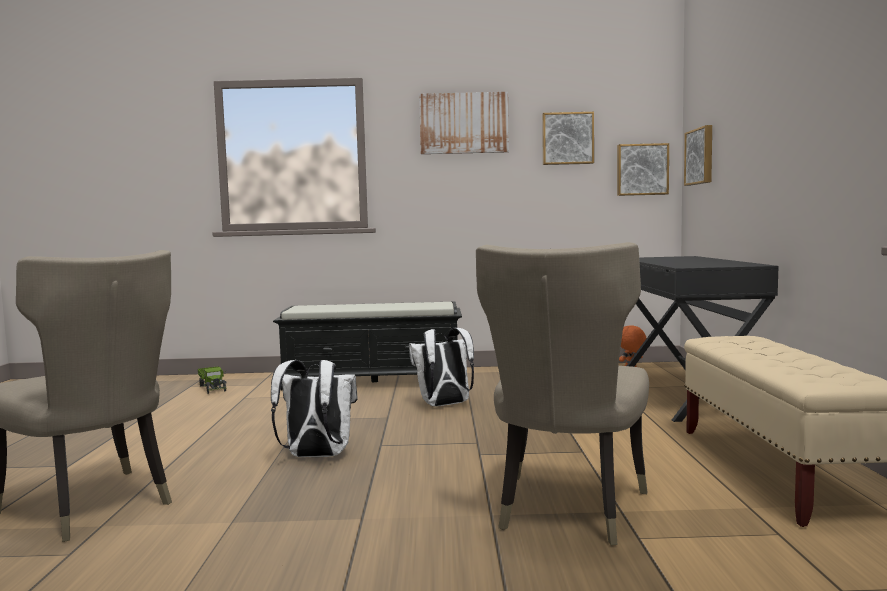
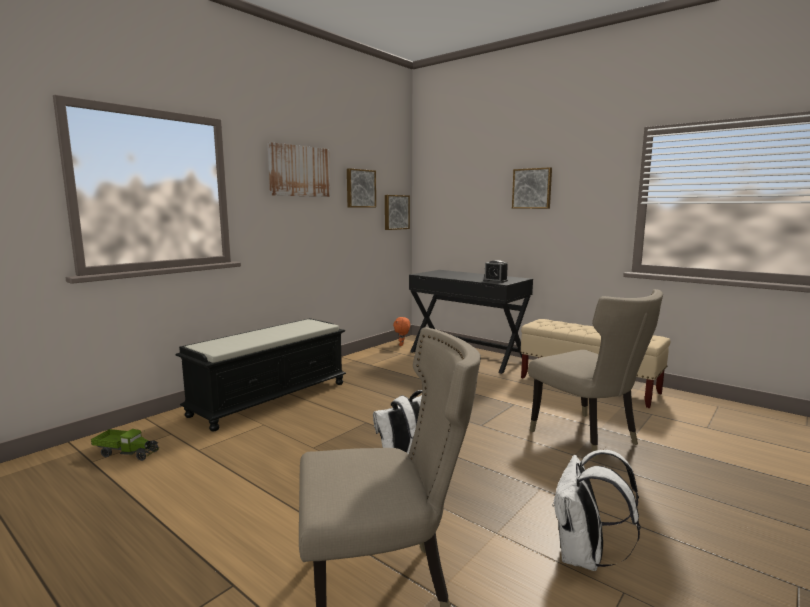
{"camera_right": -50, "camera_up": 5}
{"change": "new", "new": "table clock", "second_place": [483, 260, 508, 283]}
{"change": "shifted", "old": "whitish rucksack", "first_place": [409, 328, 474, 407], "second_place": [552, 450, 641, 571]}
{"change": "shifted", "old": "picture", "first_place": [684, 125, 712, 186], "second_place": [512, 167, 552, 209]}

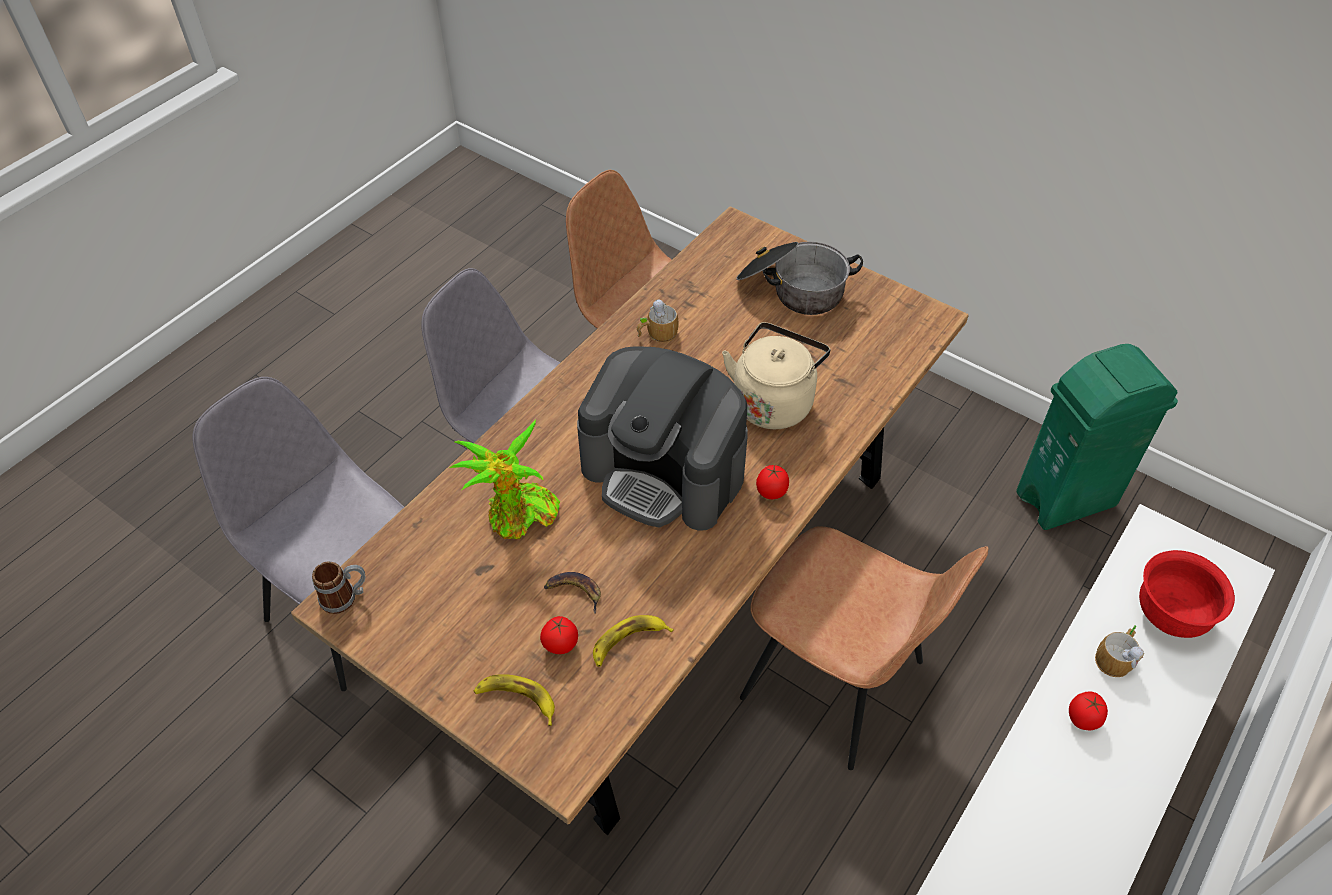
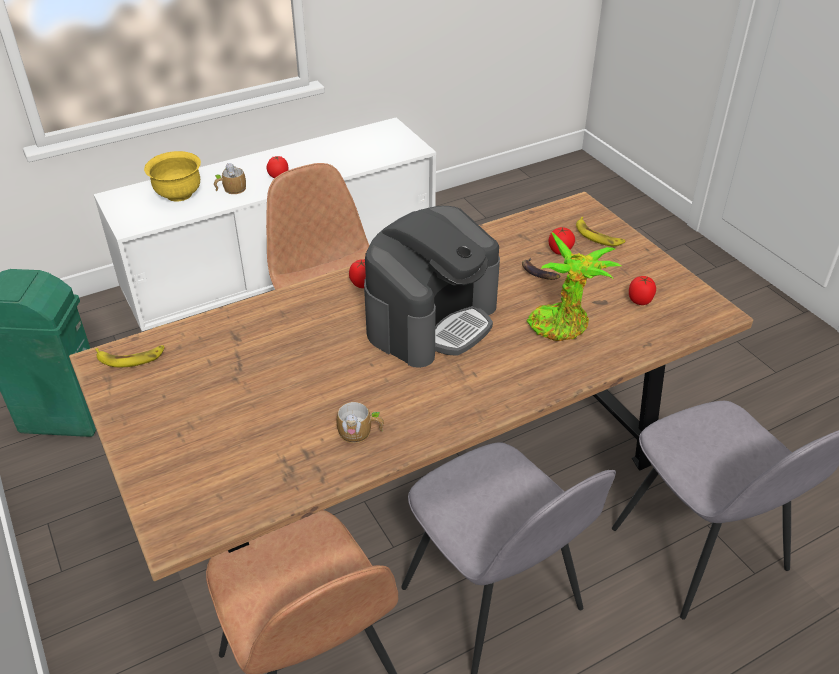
{"camera_right": -155, "camera_up": -10}
{"change": "gone", "old": "coffee mug", "first_place": [312, 561, 365, 614]}
{"change": "gone", "old": "sand-coloured kettle", "first_place": [722, 322, 830, 429]}
{"change": "gone", "old": "cooking pot", "first_place": [736, 242, 863, 315]}
{"change": "new", "new": "whole tomato", "second_place": [629, 276, 656, 305]}
{"change": "shifted", "old": "banana fruit", "first_place": [593, 615, 674, 667], "second_place": [95, 345, 164, 367]}
{"change": "repainted", "old": "red-coloured deep dish", "new": "yellowish deep dish", "first_place": [1139, 550, 1235, 638], "second_place": [144, 151, 201, 202]}
{"change": "rotated", "old": "coffee machine", "first_place": [577, 346, 748, 531], "second_place": [364, 206, 500, 368], "degrees": 75}

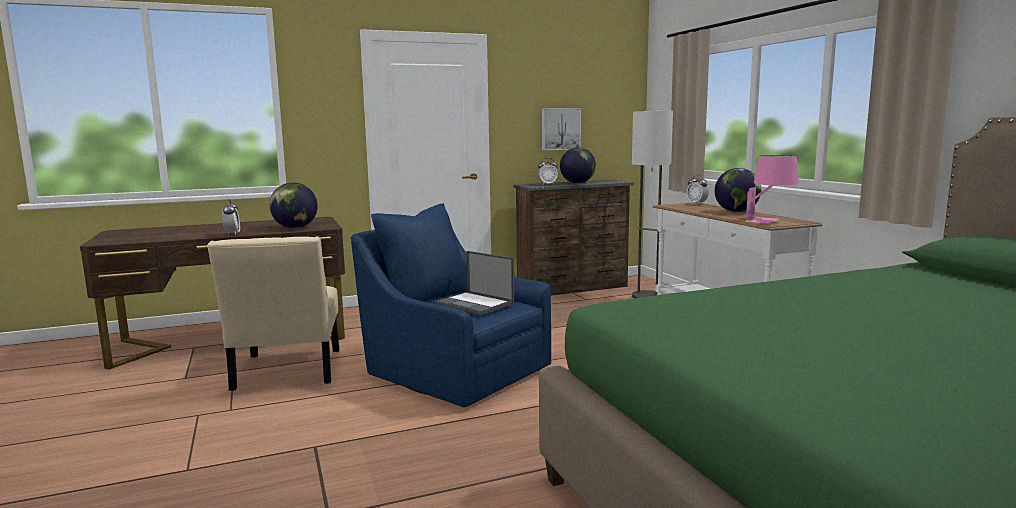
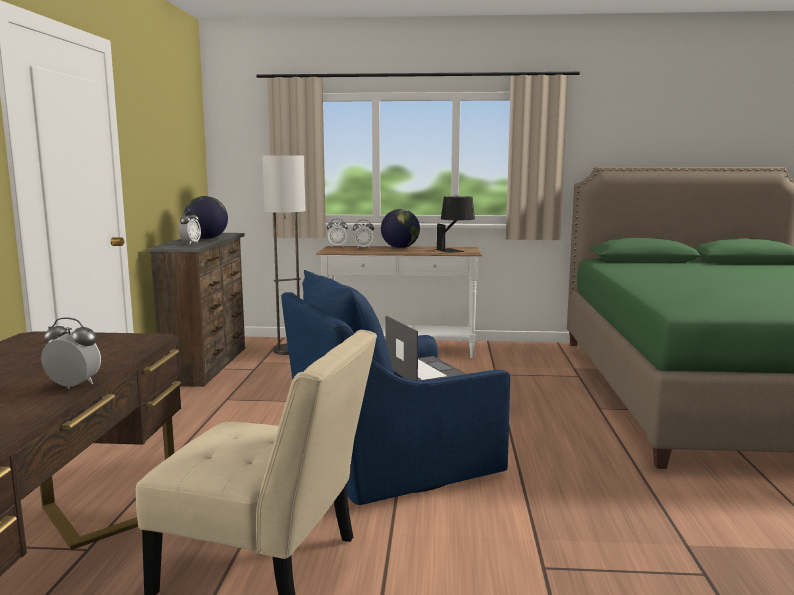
{"camera_right": -65, "camera_up": 0}
{"change": "gone", "old": "world globe", "first_place": [269, 182, 318, 228]}
{"change": "gone", "old": "picture", "first_place": [542, 108, 581, 150]}
{"change": "new", "new": "table clock", "second_place": [353, 220, 374, 248]}
{"change": "repainted", "old": "pink lamp for a table", "new": "black lamp for a table", "first_place": [745, 155, 799, 223], "second_place": [434, 196, 475, 253]}
{"change": "rotated", "old": "laptop", "first_place": [435, 251, 514, 315], "second_place": [385, 316, 466, 380], "degrees": -90}

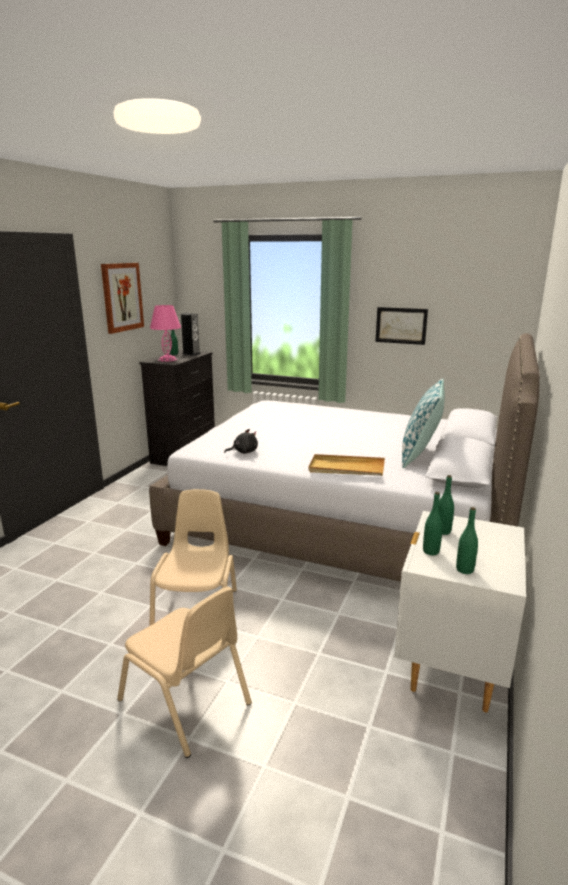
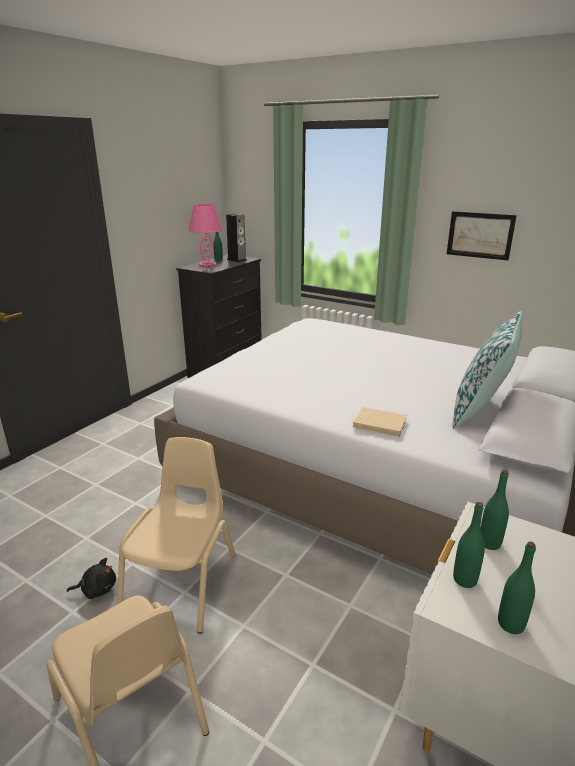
{"camera_right": 10, "camera_up": 5}
{"change": "gone", "old": "picture", "first_place": [101, 263, 144, 334]}
{"change": "shifted", "old": "black soft toy", "first_place": [224, 429, 258, 454], "second_place": [67, 558, 116, 599]}
{"change": "swapped", "old": "sand-coloured serving tray", "new": "sand-coloured volume", "first_place": [309, 454, 385, 476], "second_place": [353, 407, 407, 436]}

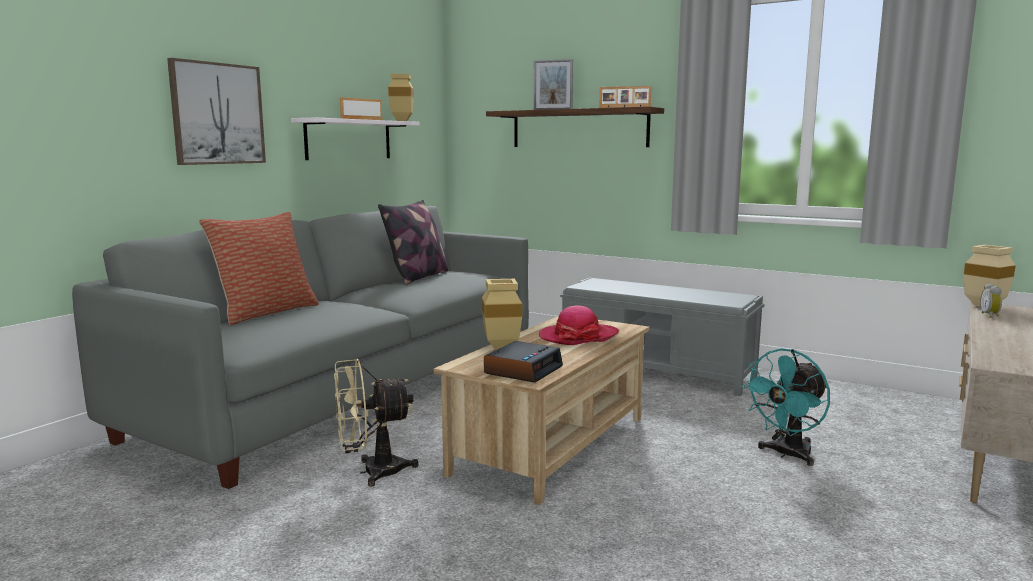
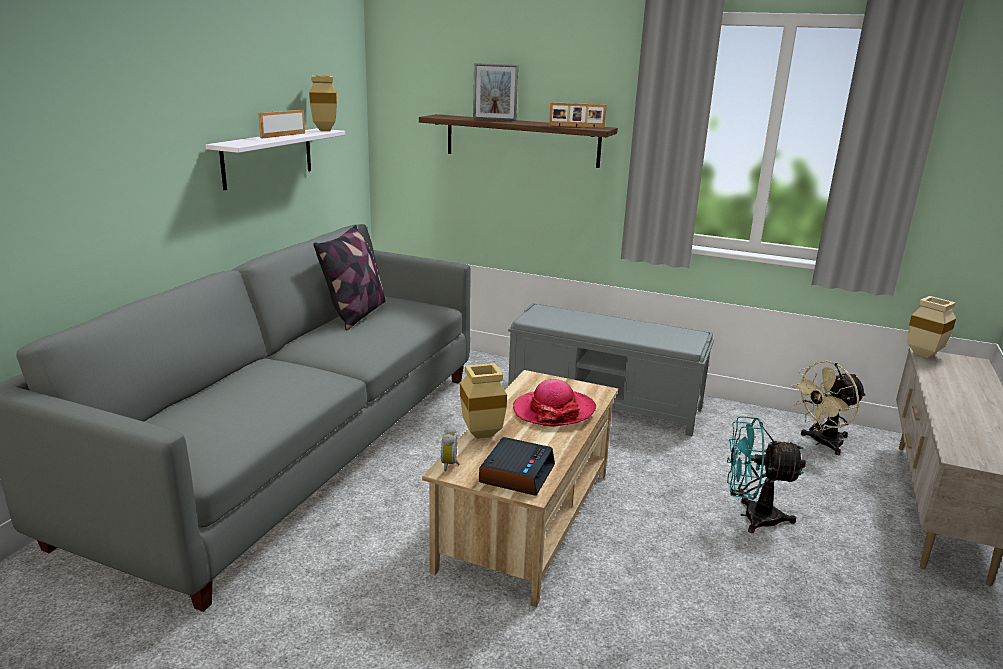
{"camera_right": -10, "camera_up": 10}
{"change": "gone", "old": "picture", "first_place": [167, 58, 266, 165]}
{"change": "gone", "old": "throw pillow", "first_place": [199, 212, 319, 325]}
{"change": "shifted", "old": "sand-coloured fan", "first_place": [334, 359, 419, 487], "second_place": [791, 361, 866, 455]}
{"change": "shifted", "old": "table clock", "first_place": [980, 283, 1002, 318], "second_place": [441, 426, 460, 471]}
{"change": "rotated", "old": "turquoise-coloured fan", "first_place": [741, 348, 830, 466], "second_place": [727, 416, 806, 533], "degrees": 60}

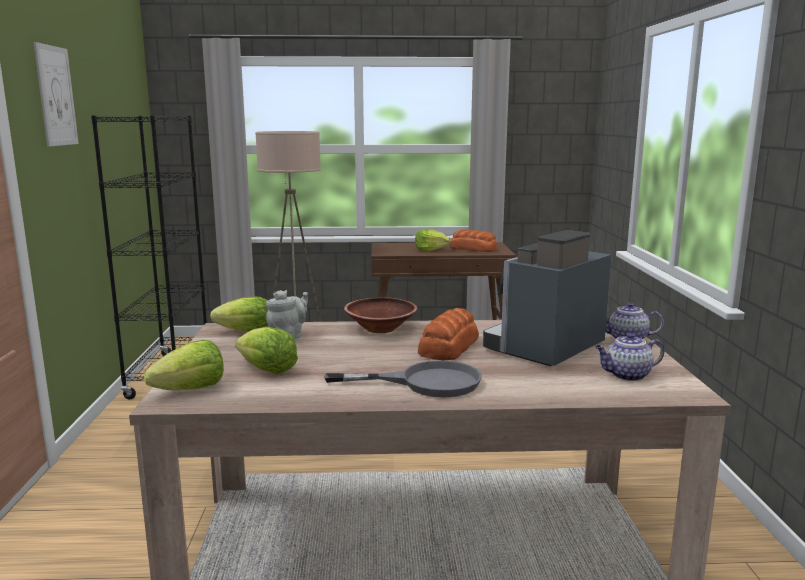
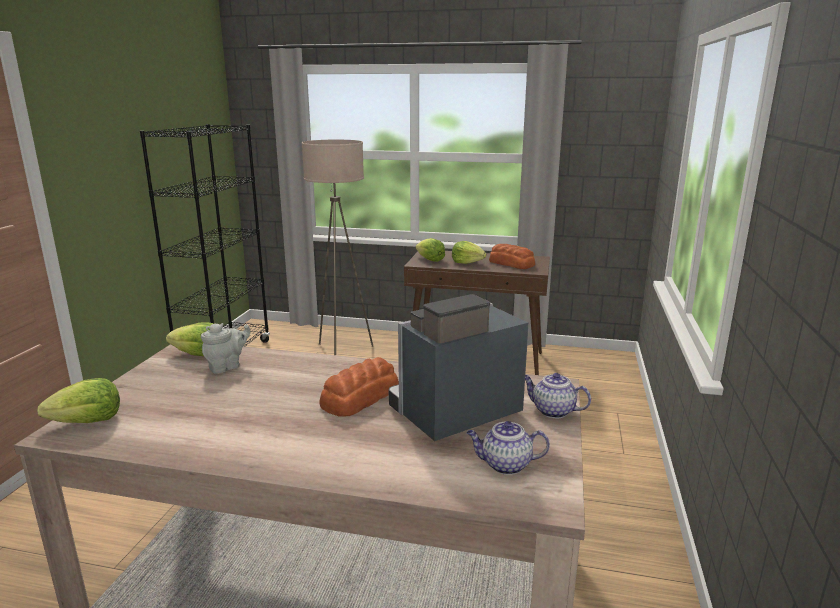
{"camera_right": 15, "camera_up": 5}
{"change": "gone", "old": "picture", "first_place": [33, 42, 79, 146]}
{"change": "gone", "old": "gray pan", "first_place": [324, 360, 482, 397]}
{"change": "gone", "old": "brown-coloured deep dish", "first_place": [344, 297, 417, 333]}
{"change": "shifted", "old": "lettuce", "first_place": [235, 327, 298, 374], "second_place": [416, 238, 445, 262]}

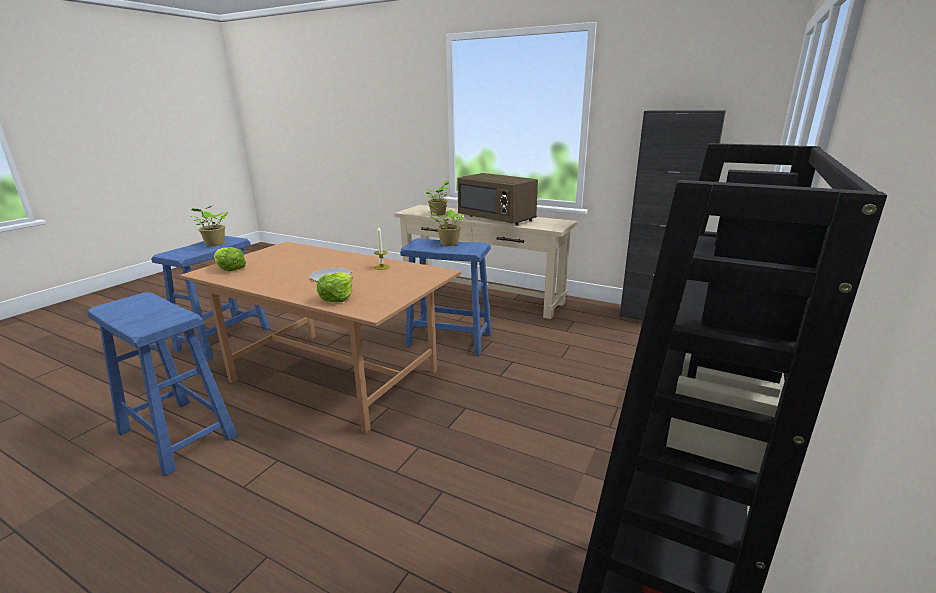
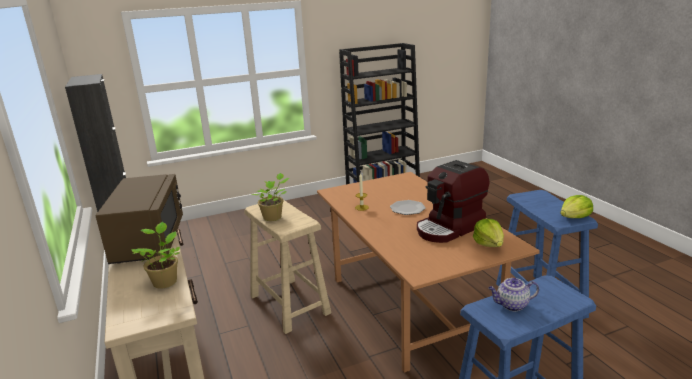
{"camera_right": -140, "camera_up": 0}
{"change": "new", "new": "coffee machine", "second_place": [417, 160, 489, 243]}
{"change": "shifted", "old": "lettuce", "first_place": [317, 272, 353, 302], "second_place": [560, 195, 593, 218]}
{"change": "swapped", "old": "potted plant", "new": "tea pot", "first_place": [191, 206, 229, 246], "second_place": [488, 278, 539, 311]}
{"change": "repainted", "old": "bluish stool seat", "new": "sand-coloured stool seat", "first_place": [400, 238, 492, 356], "second_place": [244, 200, 331, 334]}

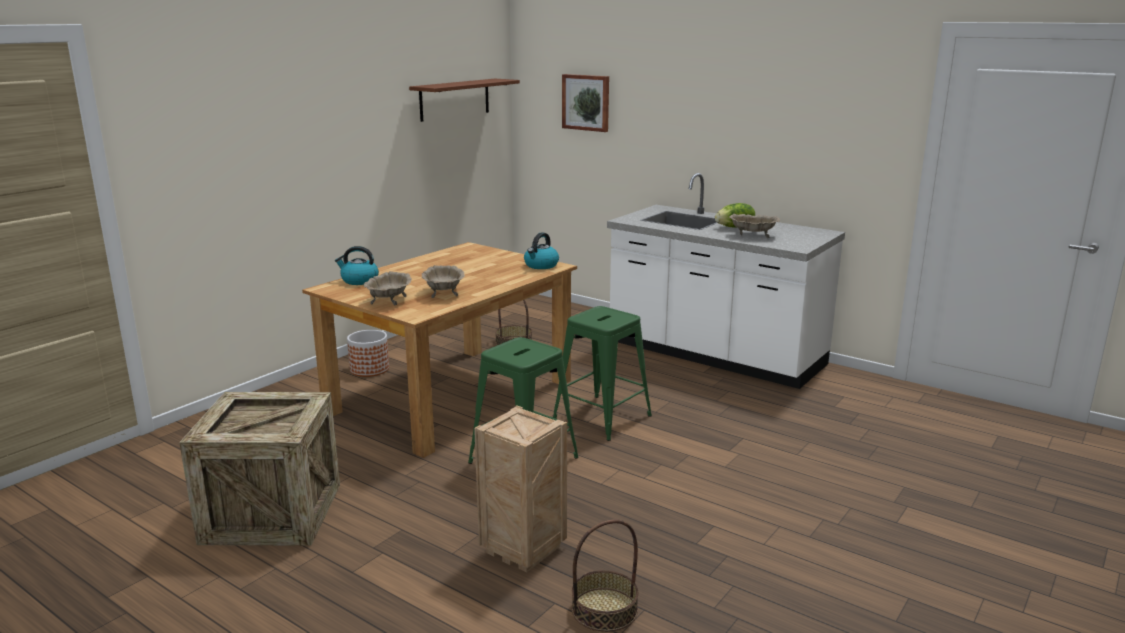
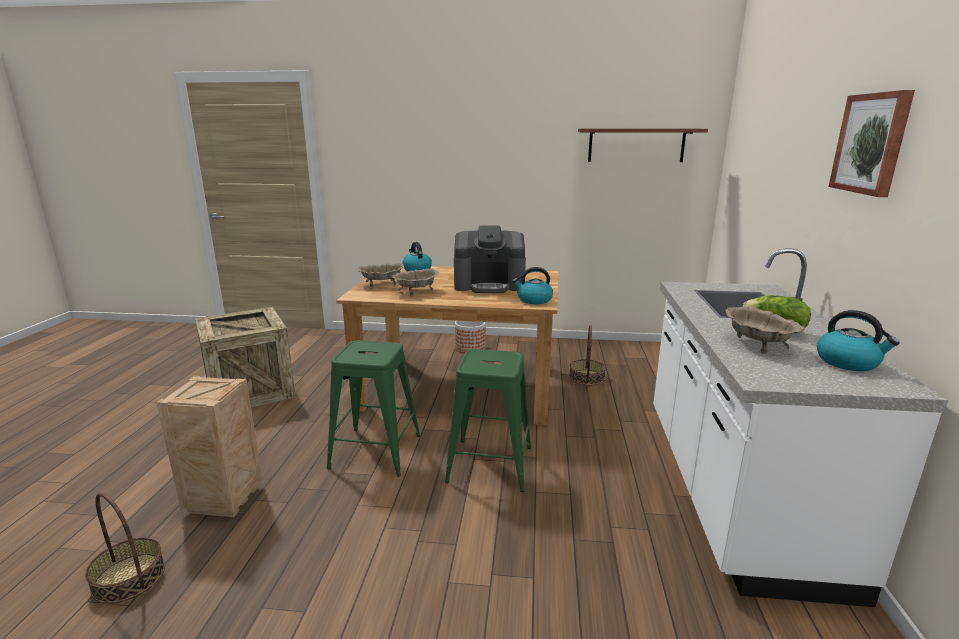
{"camera_right": 60, "camera_up": 0}
{"change": "new", "new": "coffee machine", "second_place": [454, 225, 526, 293]}
{"change": "new", "new": "kettle", "second_place": [817, 310, 900, 371]}
{"change": "shifted", "old": "picture", "first_place": [562, 74, 609, 132], "second_place": [829, 90, 915, 197]}

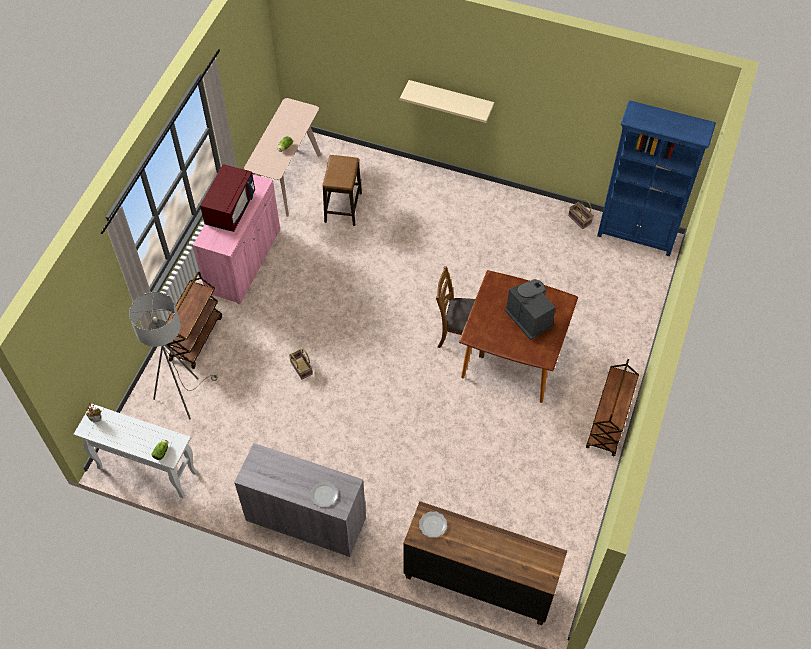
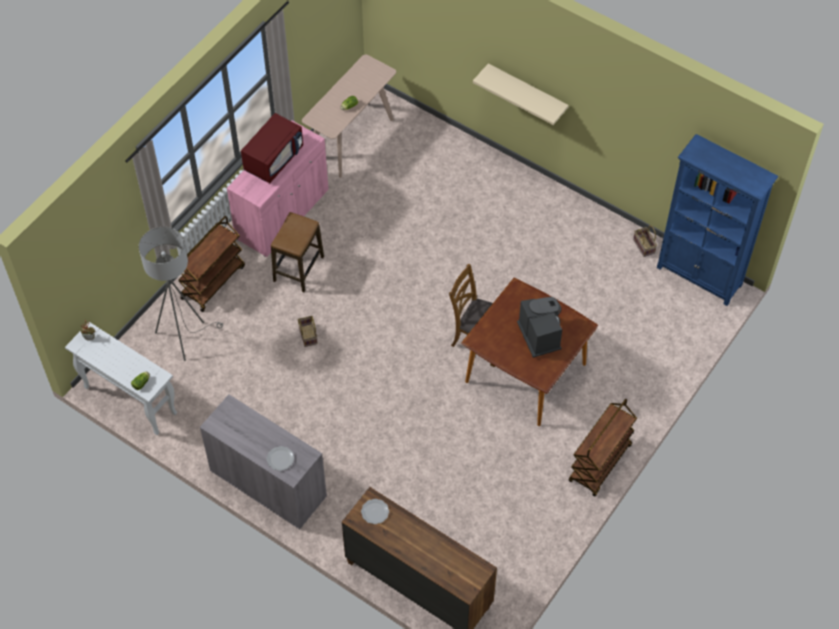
{"camera_right": 15, "camera_up": 0}
{"change": "shifted", "old": "stool seat", "first_place": [322, 155, 362, 226], "second_place": [271, 212, 324, 292]}

